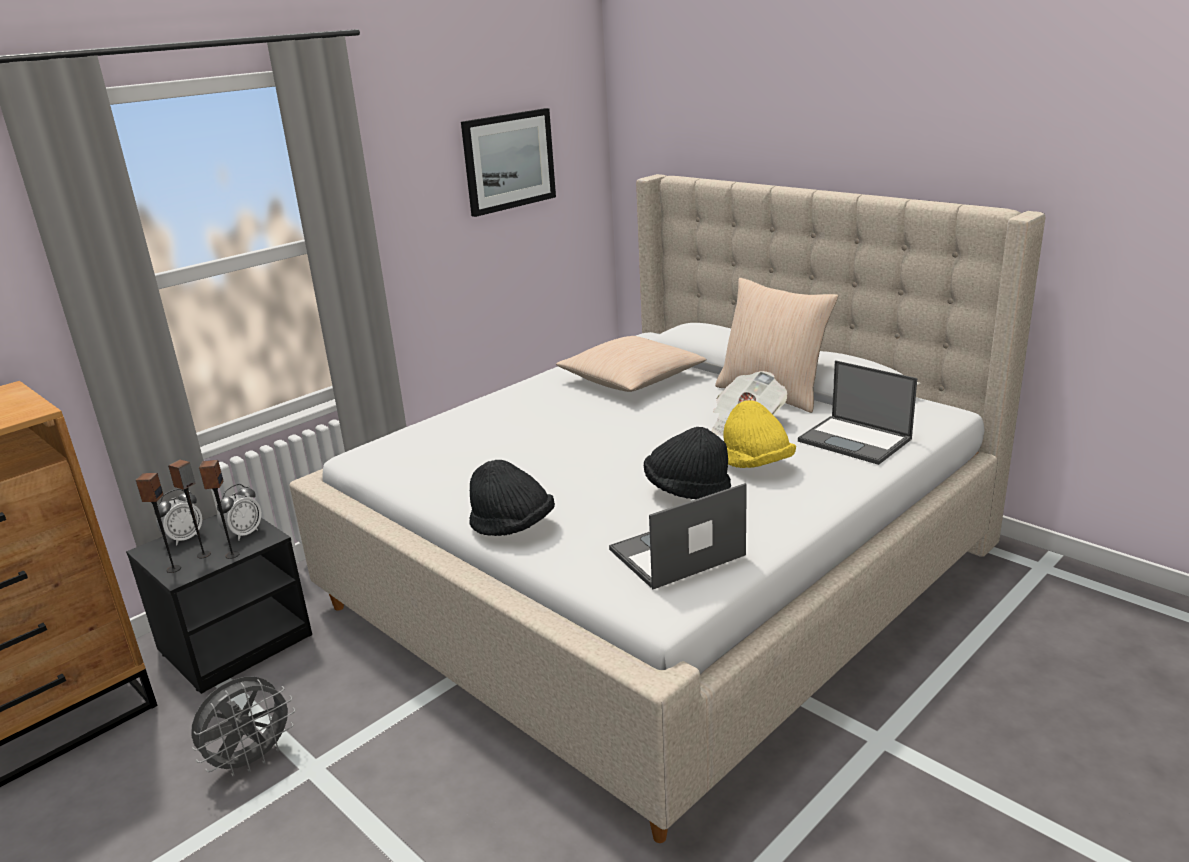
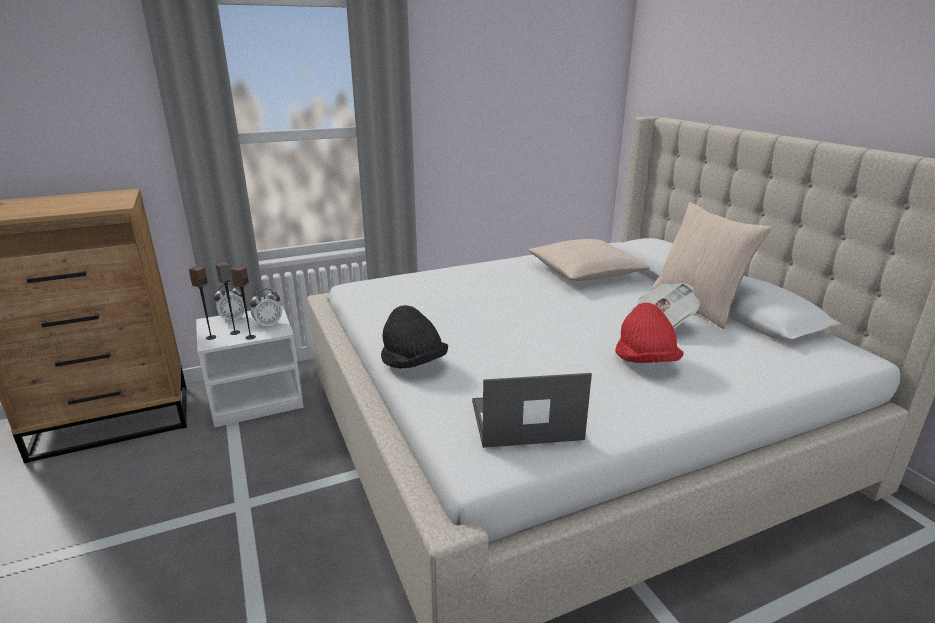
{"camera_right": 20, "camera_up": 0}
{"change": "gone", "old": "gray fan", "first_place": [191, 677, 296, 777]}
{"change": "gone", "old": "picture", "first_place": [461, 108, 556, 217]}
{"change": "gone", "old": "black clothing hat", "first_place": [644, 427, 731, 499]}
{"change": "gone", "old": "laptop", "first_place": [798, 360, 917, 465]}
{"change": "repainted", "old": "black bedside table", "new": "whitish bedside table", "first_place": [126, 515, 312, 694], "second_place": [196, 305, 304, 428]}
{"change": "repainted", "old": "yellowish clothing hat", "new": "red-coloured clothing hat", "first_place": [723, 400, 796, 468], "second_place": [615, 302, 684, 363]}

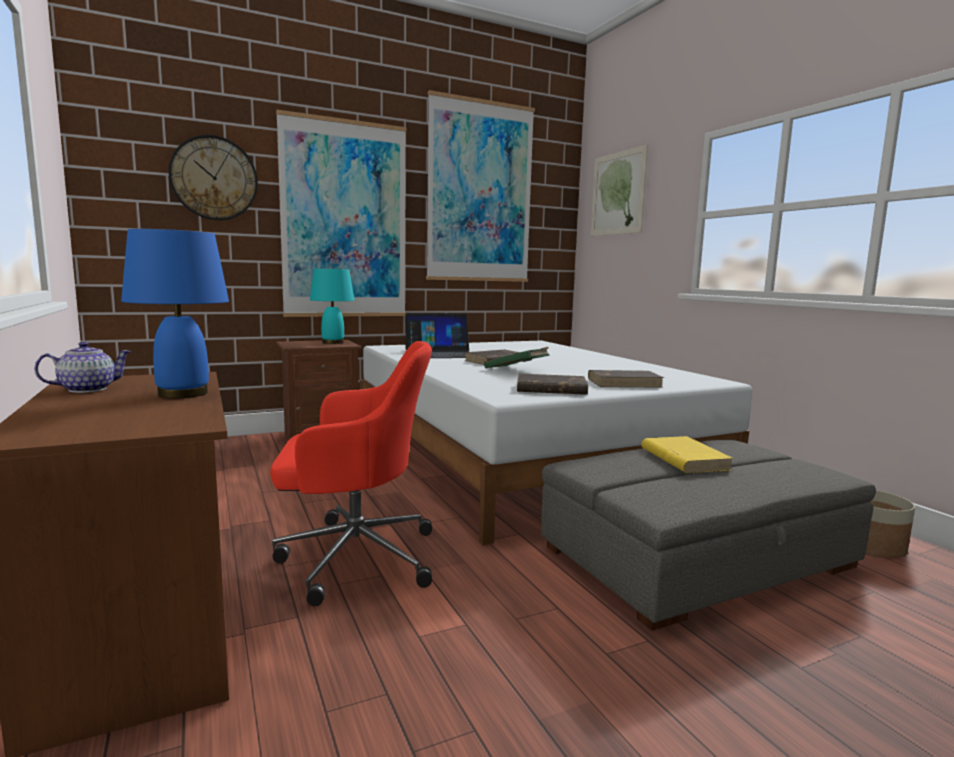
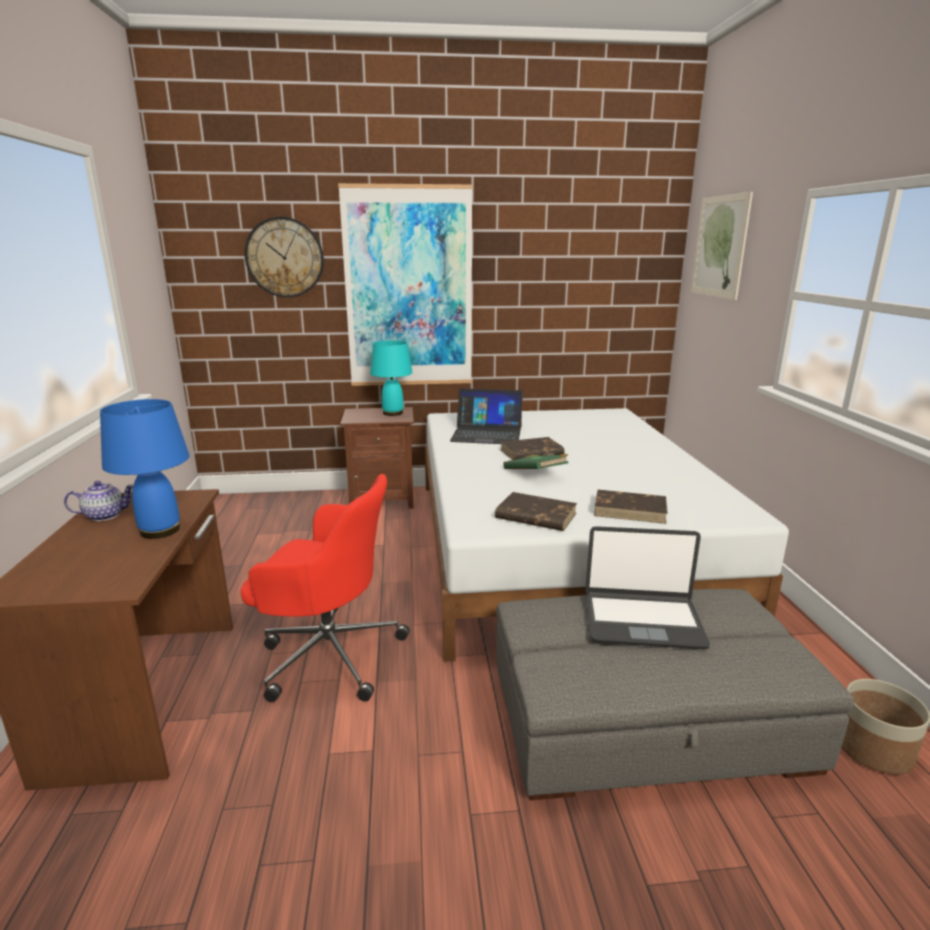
{"camera_right": 20, "camera_up": 10}
{"change": "gone", "old": "picture", "first_place": [426, 90, 535, 282]}
{"change": "swapped", "old": "yellowish volume", "new": "laptop", "first_place": [641, 436, 734, 473], "second_place": [585, 526, 710, 649]}

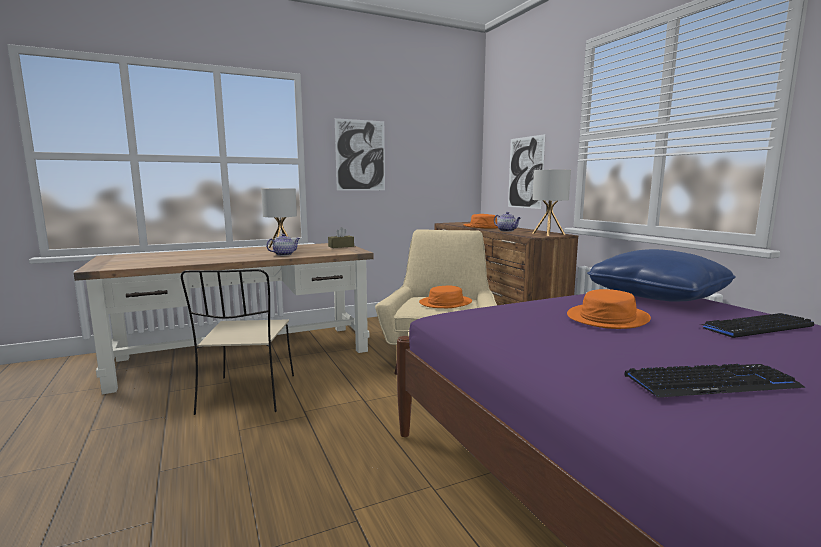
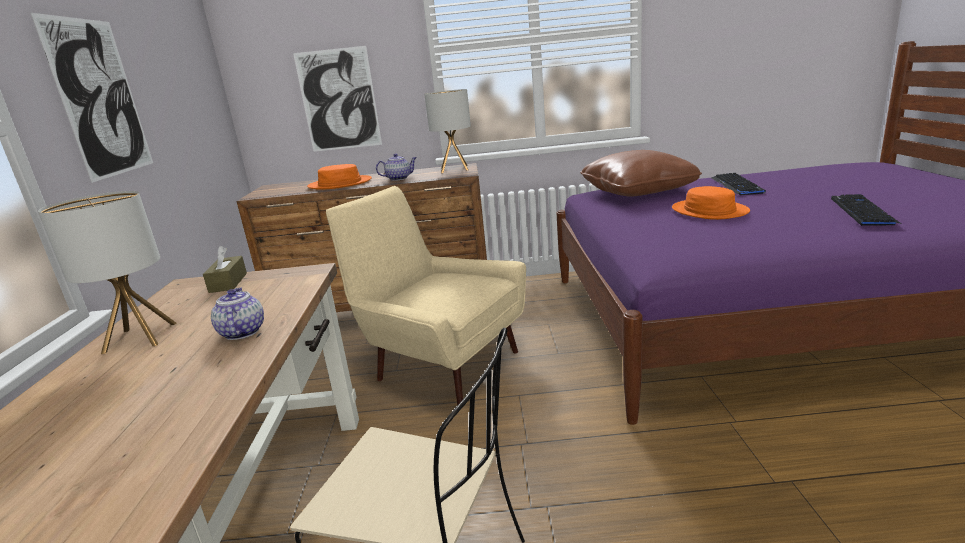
{"camera_right": -65, "camera_up": 10}
{"change": "gone", "old": "orangey clothing hat", "first_place": [419, 285, 472, 308]}
{"change": "repainted", "old": "bluish throw pillow", "new": "brown-coloured throw pillow", "first_place": [587, 249, 736, 302], "second_place": [580, 150, 702, 196]}

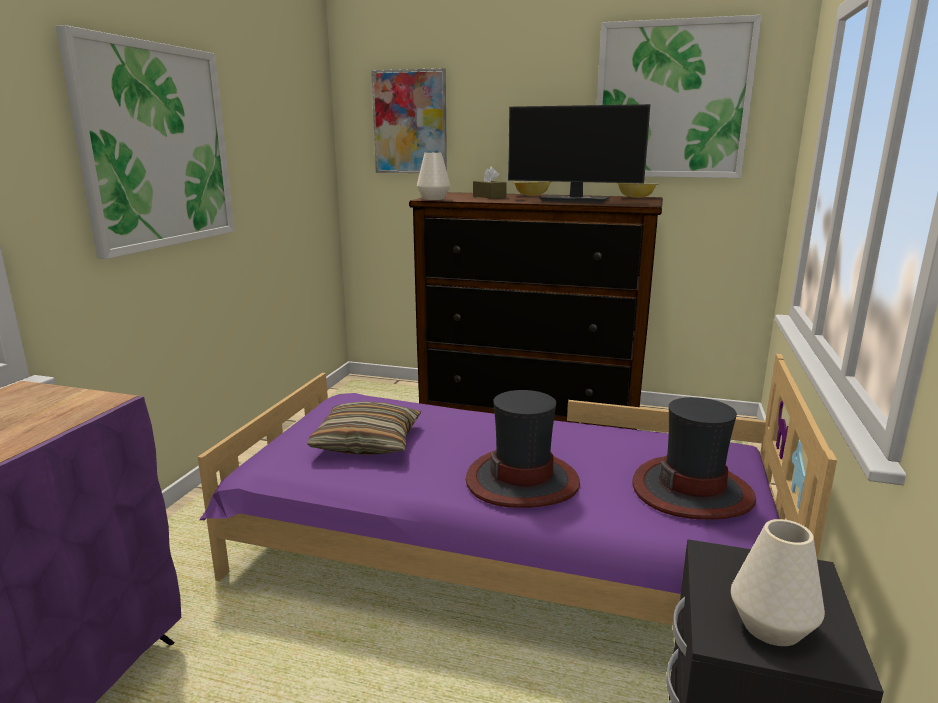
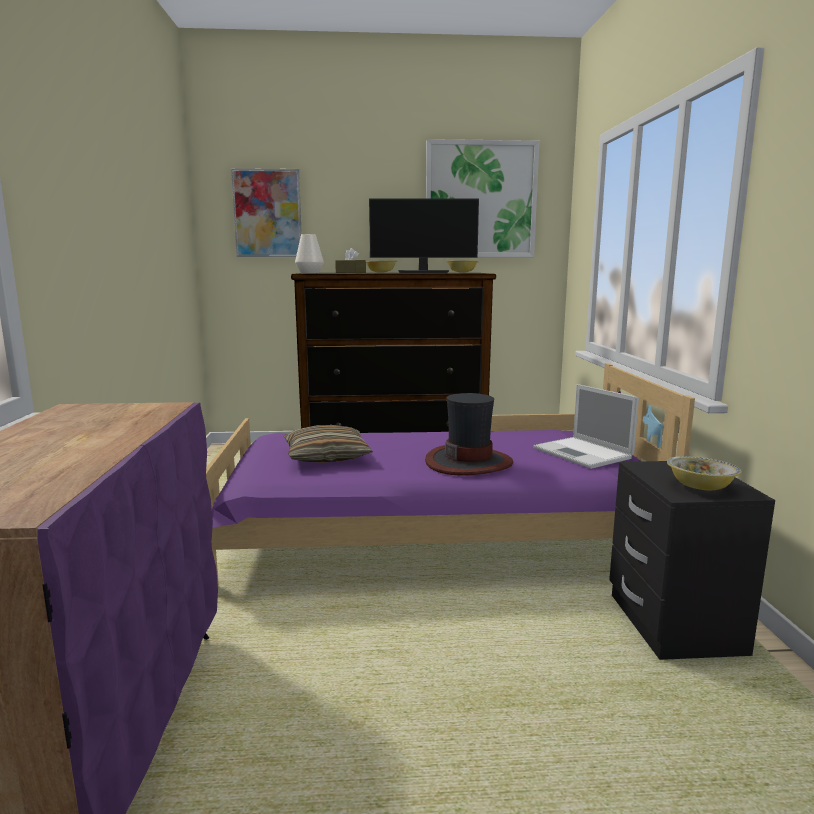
{"camera_right": -20, "camera_up": -5}
{"change": "gone", "old": "picture", "first_place": [56, 25, 235, 259]}
{"change": "swapped", "old": "clothing hat", "new": "laptop", "first_place": [632, 397, 756, 520], "second_place": [533, 384, 639, 469]}
{"change": "swapped", "old": "whitish flower vase", "new": "deep dish", "first_place": [731, 519, 825, 646], "second_place": [667, 456, 741, 490]}

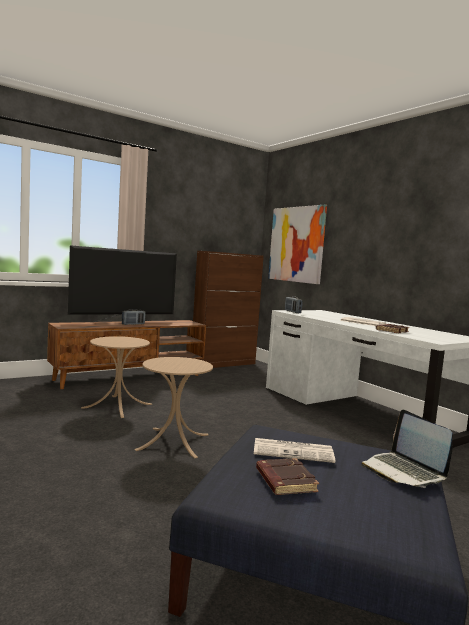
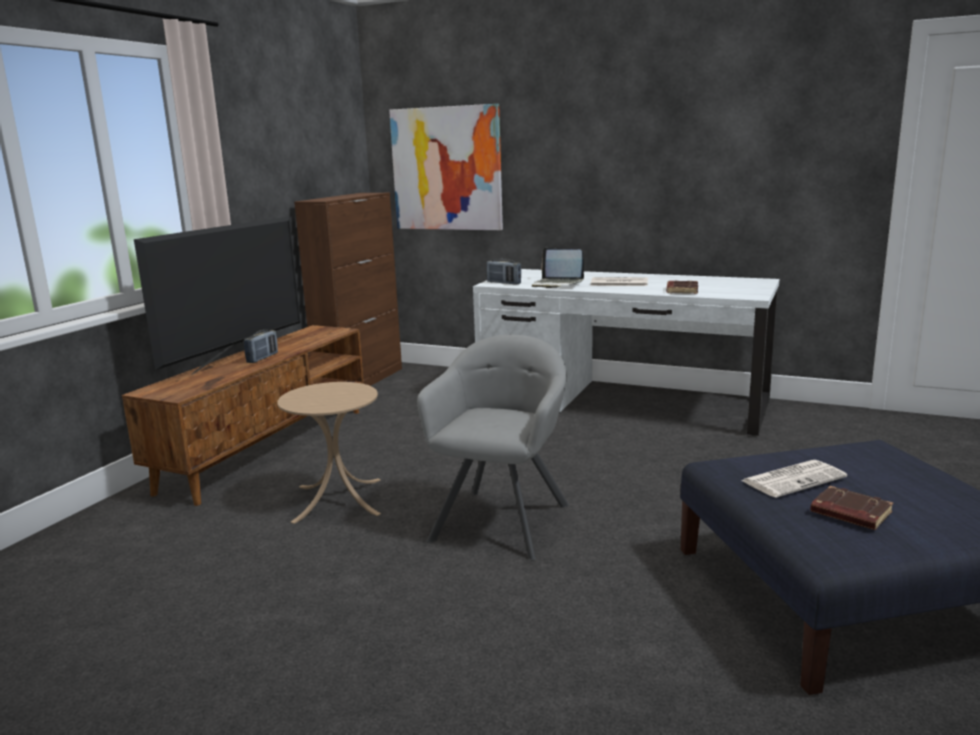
{"camera_right": -30, "camera_up": 10}
{"change": "shifted", "old": "laptop", "first_place": [361, 410, 453, 488], "second_place": [532, 248, 584, 288]}
{"change": "swapped", "old": "sand-coloured end table", "new": "gray lounge chair", "first_place": [134, 357, 213, 458], "second_place": [417, 335, 569, 561]}

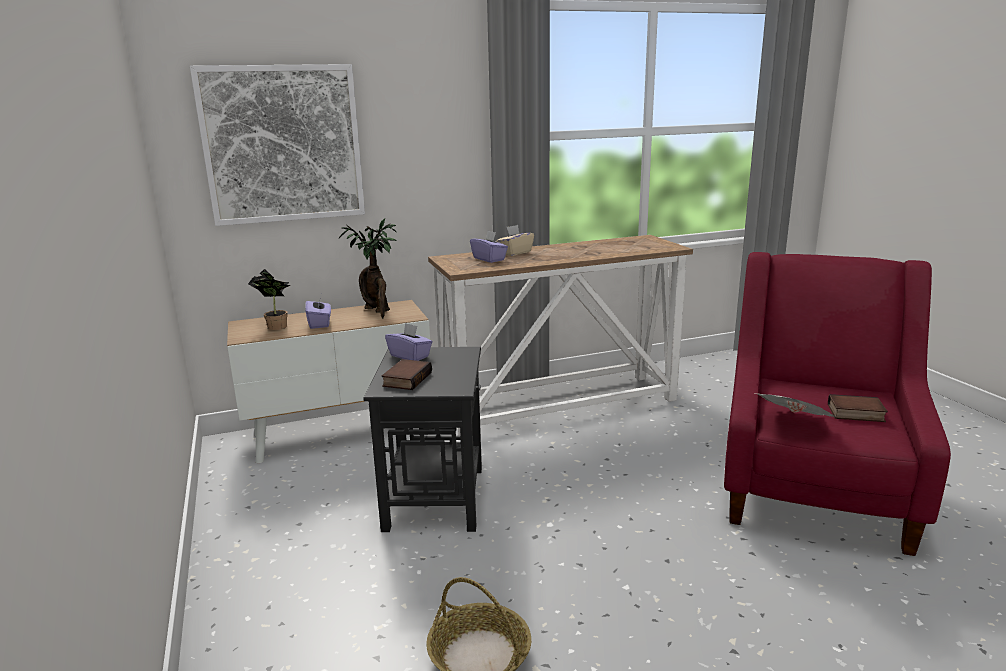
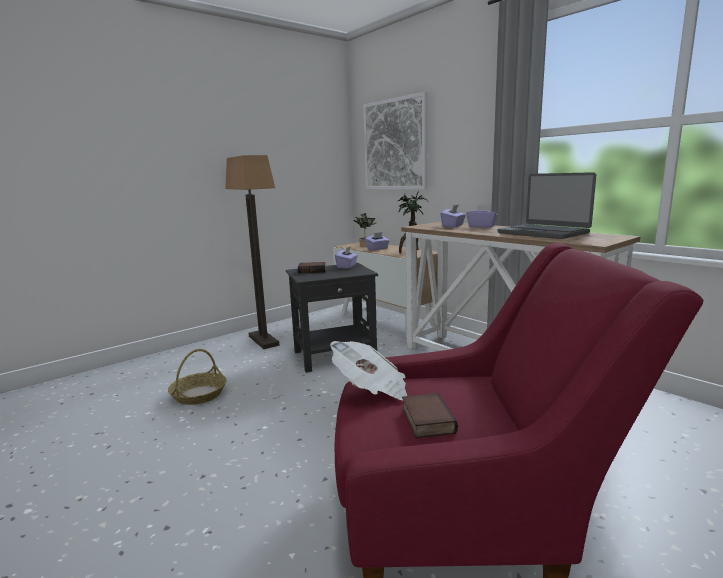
{"camera_right": 70, "camera_up": -5}
{"change": "new", "new": "floor lamp", "second_place": [225, 155, 280, 349]}
{"change": "new", "new": "laptop", "second_place": [498, 172, 596, 239]}
{"change": "repainted", "old": "sand-coloured tissue holder", "new": "purplish tissue holder", "first_place": [496, 225, 534, 256], "second_place": [466, 204, 498, 228]}

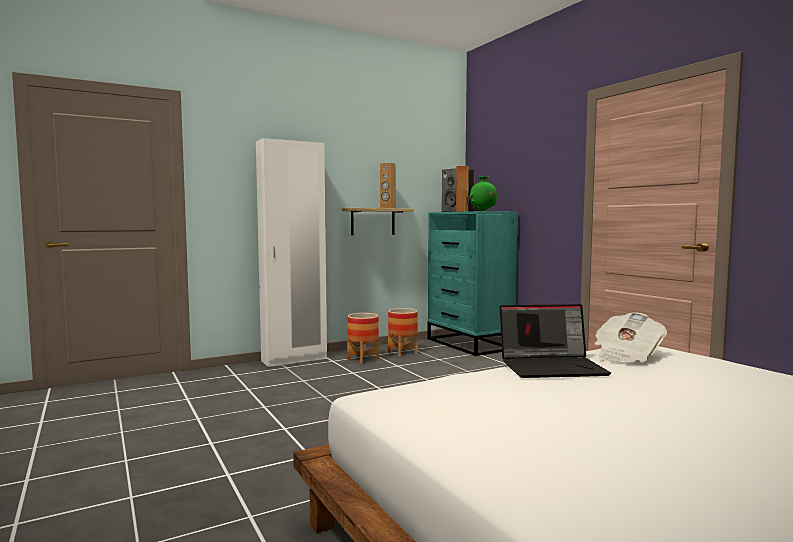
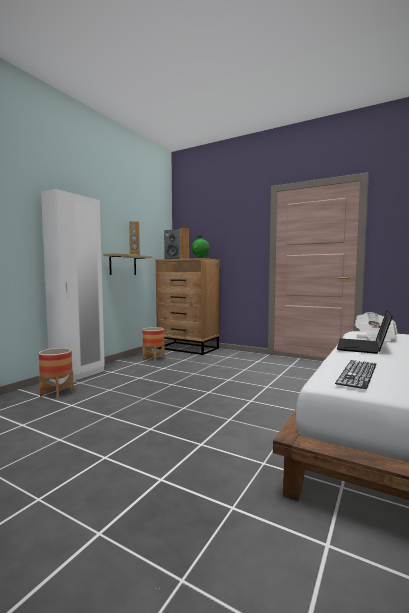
{"camera_right": -30, "camera_up": 0}
{"change": "new", "new": "keyboard", "second_place": [335, 360, 376, 389]}
{"change": "shifted", "old": "plant pot", "first_place": [347, 313, 379, 364], "second_place": [39, 348, 74, 399]}
{"change": "repainted", "old": "turquoise-coloured chest of drawers", "new": "brown-coloured chest of drawers", "first_place": [427, 211, 518, 356], "second_place": [155, 258, 219, 355]}
{"change": "rotated", "old": "laptop", "first_place": [500, 304, 611, 378], "second_place": [337, 310, 393, 354], "degrees": 150}

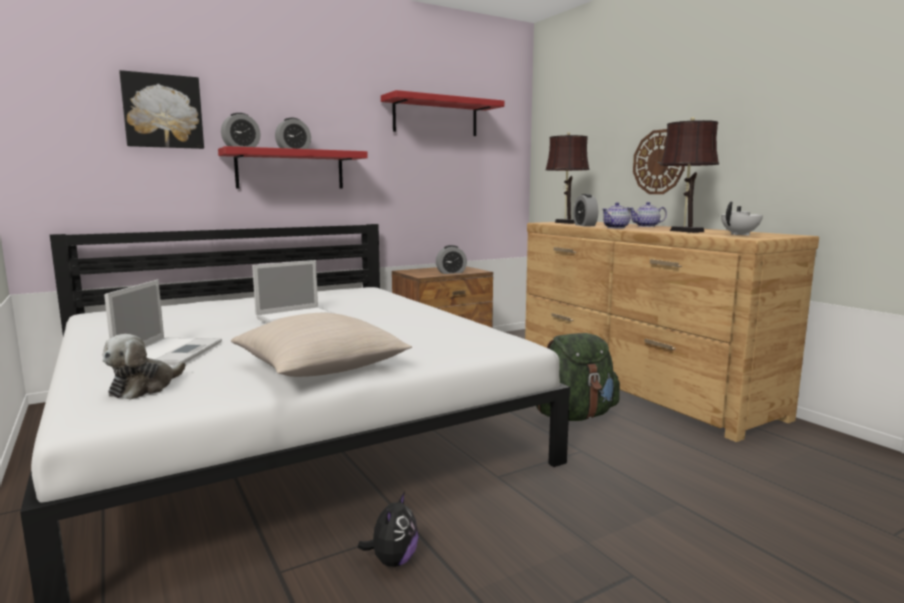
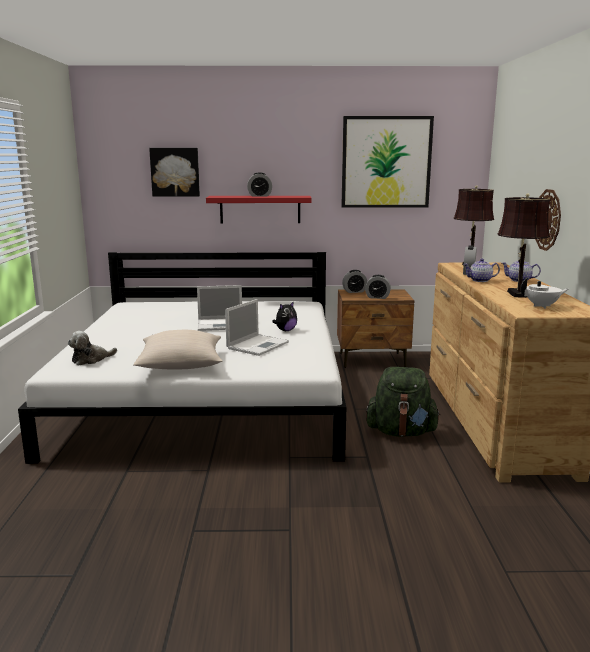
{"camera_right": 30, "camera_up": 5}
{"change": "shifted", "old": "laptop", "first_place": [104, 280, 222, 365], "second_place": [225, 299, 289, 356]}
{"change": "shifted", "old": "table clock", "first_place": [221, 113, 260, 147], "second_place": [342, 270, 367, 293]}
{"change": "shifted", "old": "soft toy", "first_place": [358, 491, 419, 567], "second_place": [272, 301, 297, 331]}
{"change": "swapped", "old": "red-coloured bracket shelf", "new": "picture", "first_place": [381, 90, 504, 136], "second_place": [341, 116, 434, 208]}

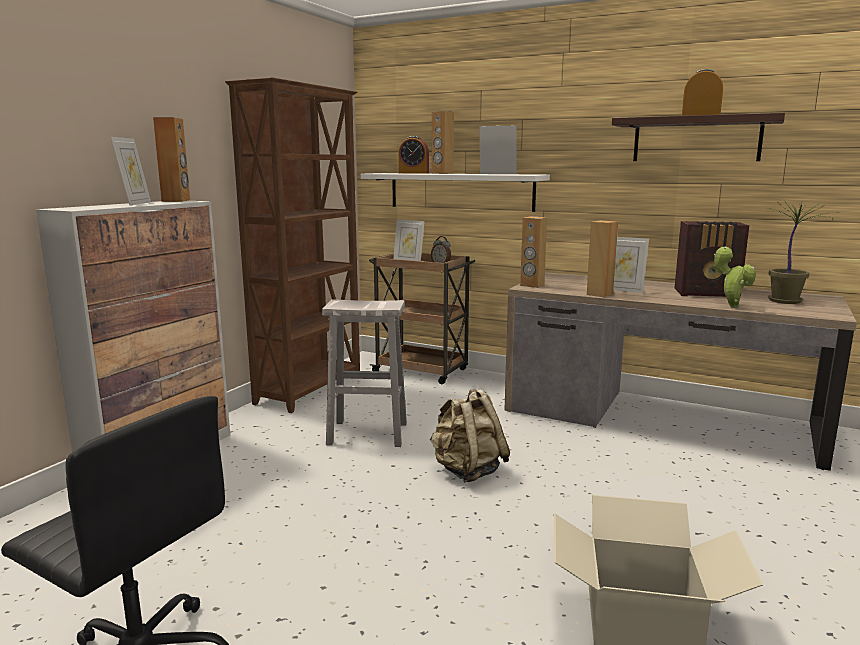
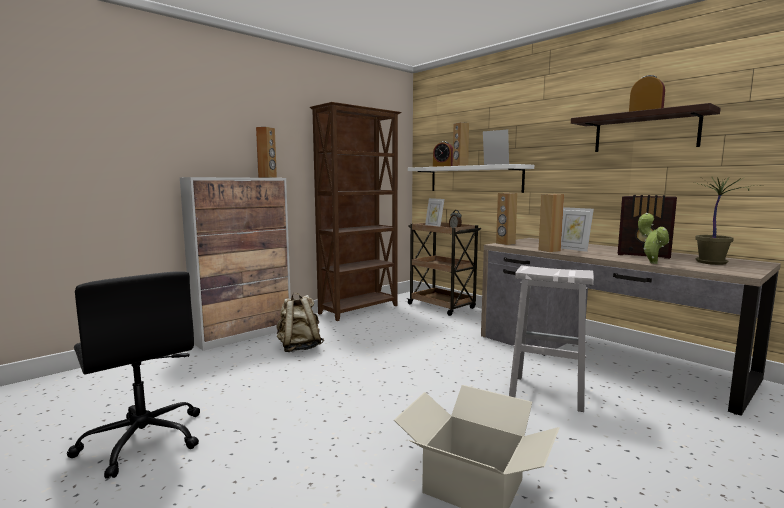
{"camera_right": 20, "camera_up": -5}
{"change": "gone", "old": "standing frame", "first_place": [111, 137, 151, 206]}
{"change": "shifted", "old": "whitish stool seat", "first_place": [322, 299, 407, 447], "second_place": [509, 266, 594, 412]}
{"change": "shifted", "old": "sand-coloured rucksack", "first_place": [430, 389, 510, 482], "second_place": [277, 293, 324, 352]}

